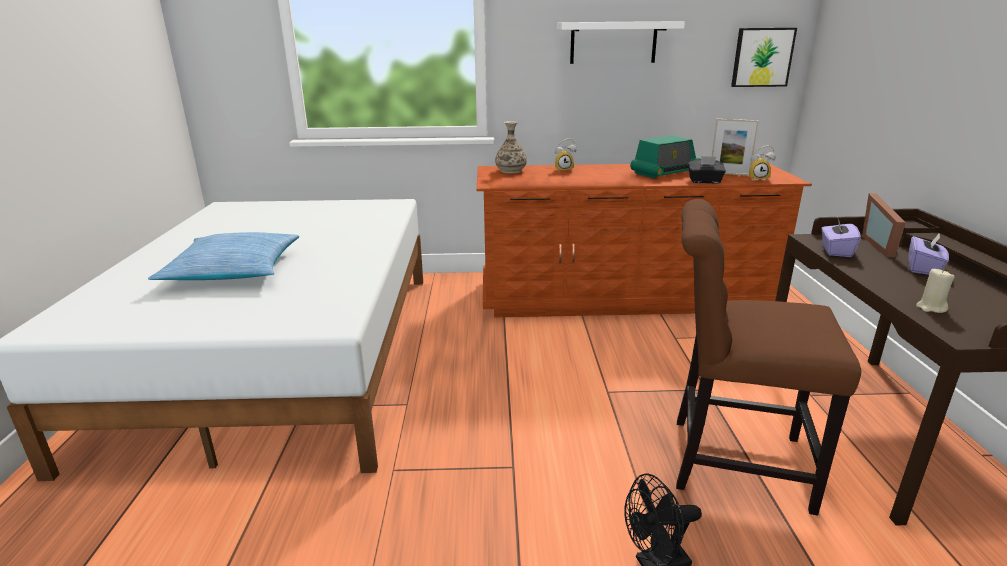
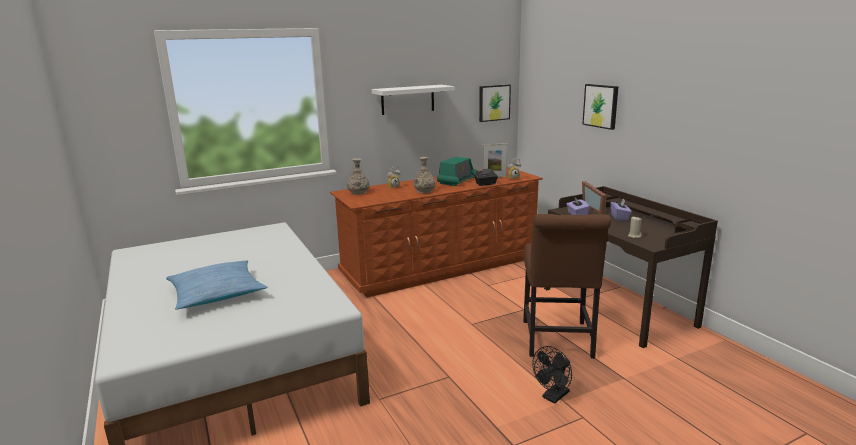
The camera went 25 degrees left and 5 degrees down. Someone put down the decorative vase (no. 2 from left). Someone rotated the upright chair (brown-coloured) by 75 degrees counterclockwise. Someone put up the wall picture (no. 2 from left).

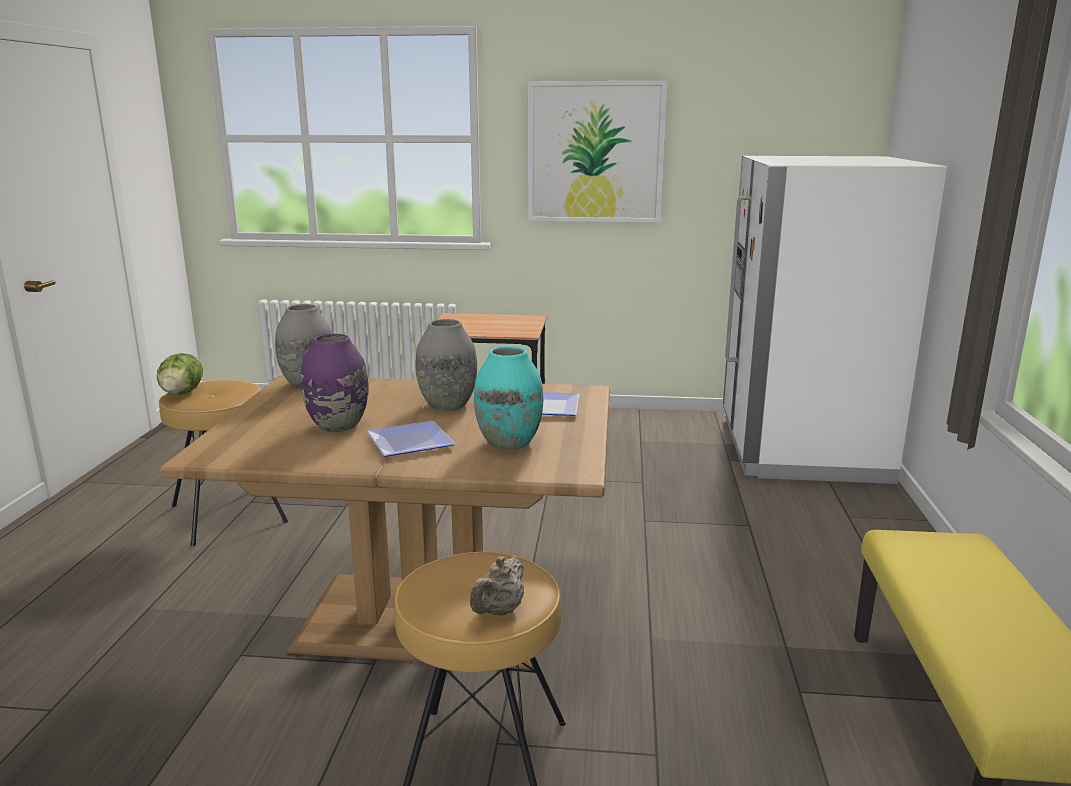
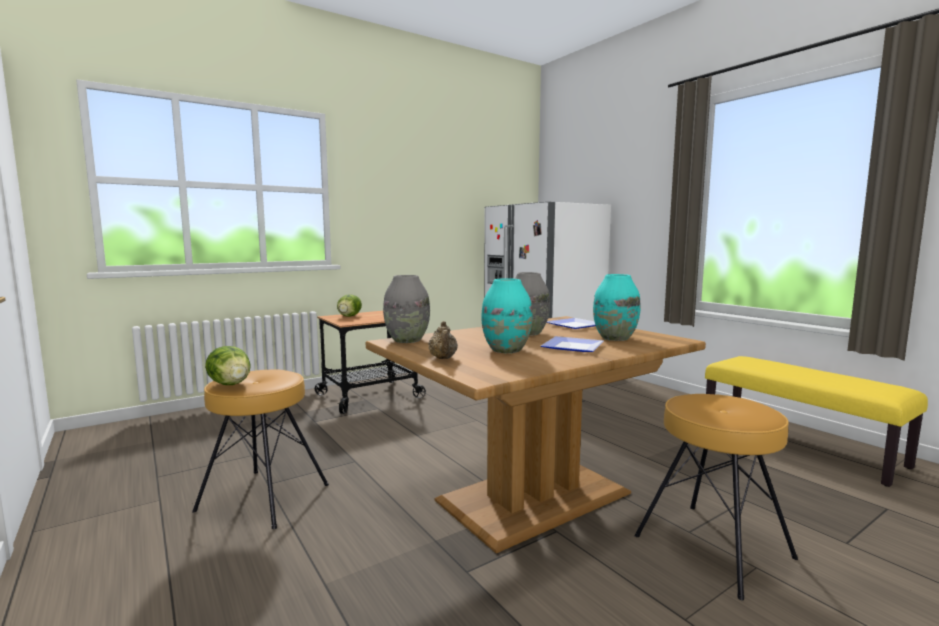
The camera went 40 degrees left and 10 degrees down. Someone put down the lettuce (no. 2 from left). Someone carried the teapot (beige). Someone repainted the decorative vase (purple-coloured), which became the decorative vase (turquoise) (no. 1 from left). Someone took away the wall picture.

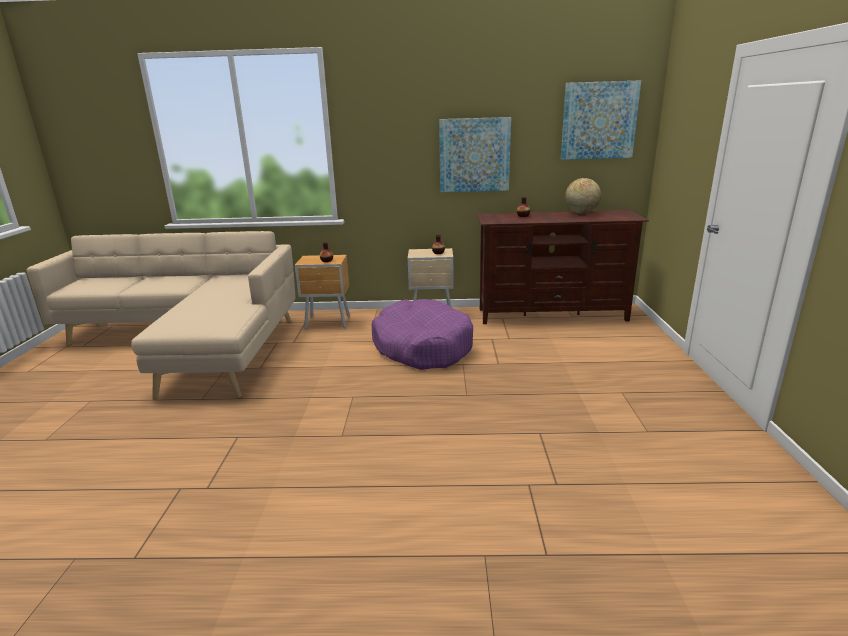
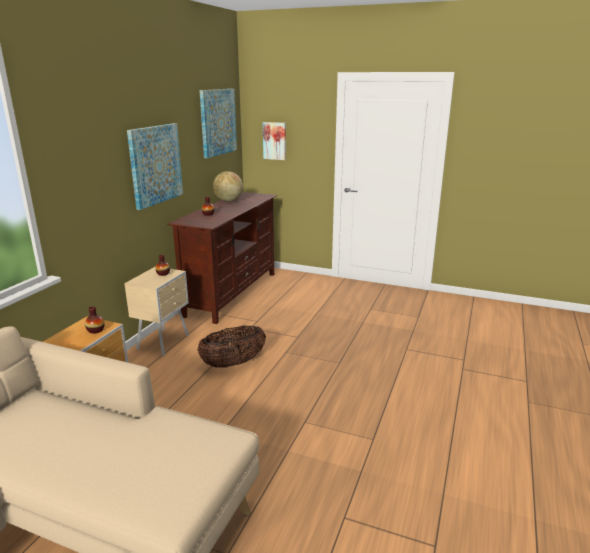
The camera went 70 degrees left and 0 degrees up. Someone swapped the pet bed (purple-coloured) for the storage basket. Someone put up the wall picture (no. 3 from left).

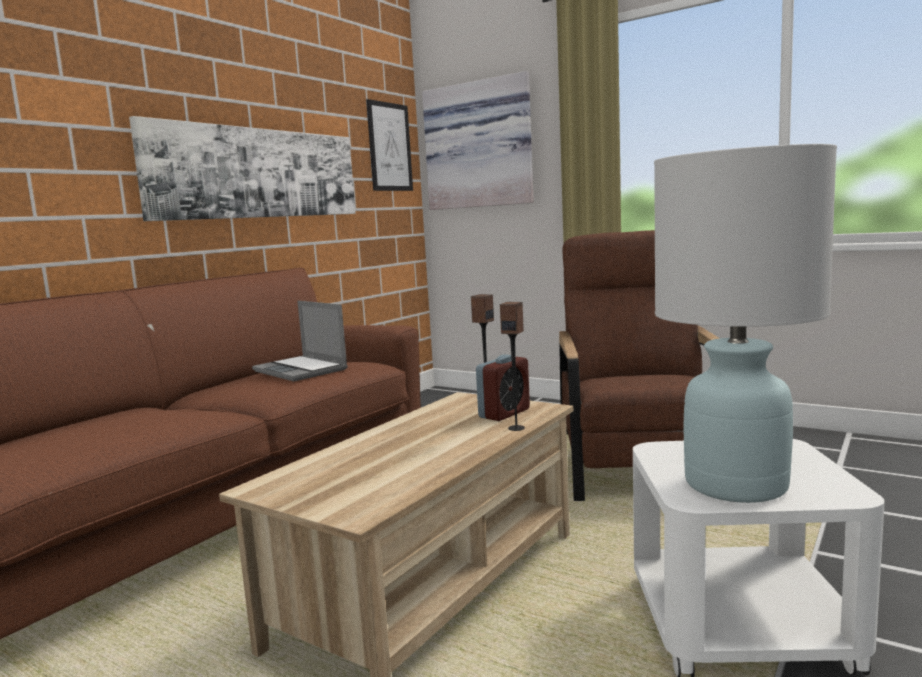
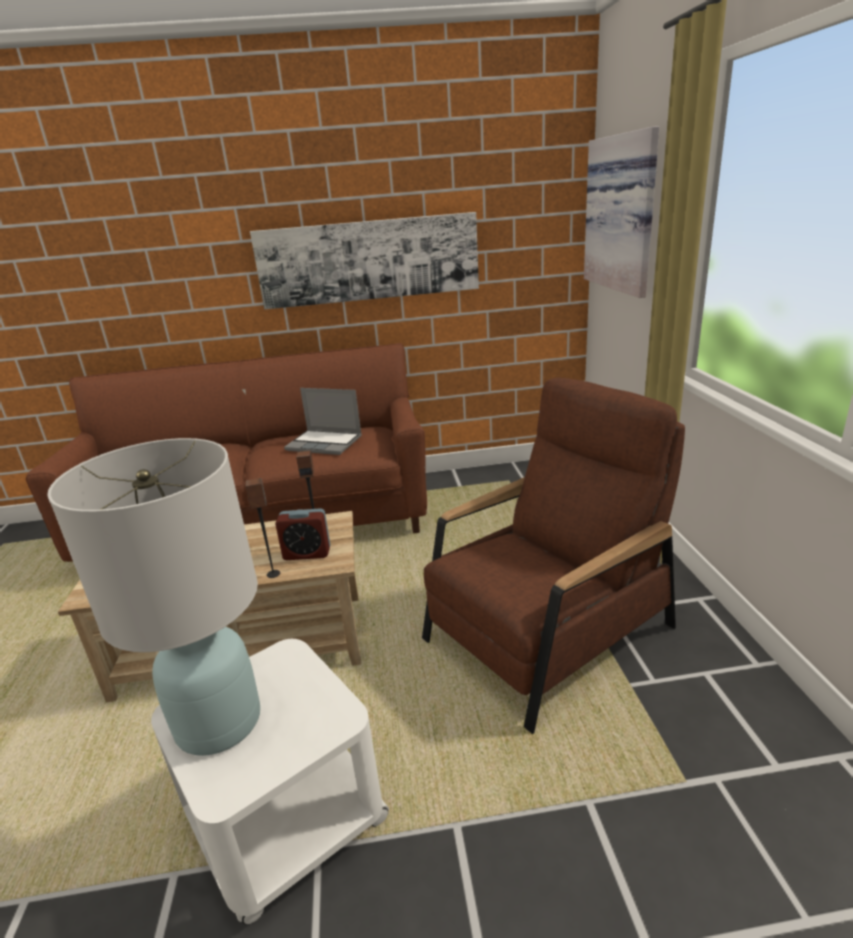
The camera went 50 degrees right and 15 degrees up. Someone rotated the notebook computer by 75 degrees counterclockwise. Someone took away the wall picture (no. 2 from left).

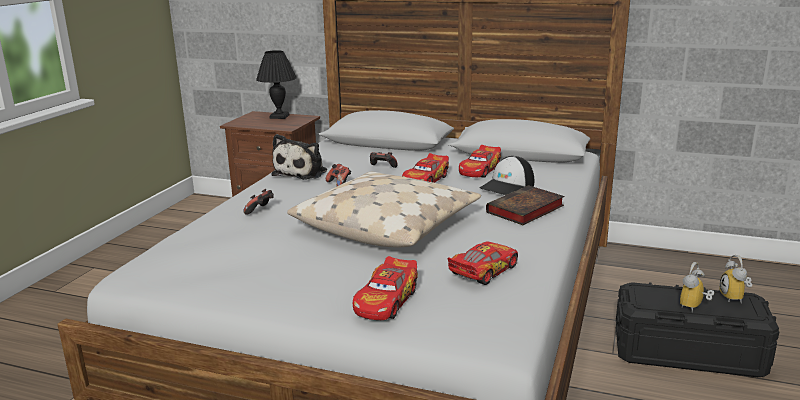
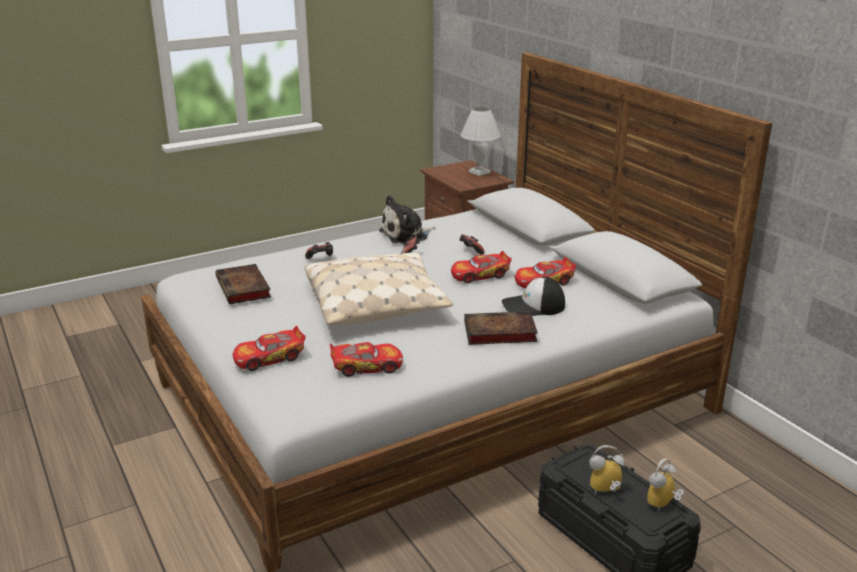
The camera went 40 degrees right and 5 degrees up. Someone put down the volume (no. 1 from left). Someone repainted the lamp for a table (black-coloured), which became the lamp for a table (white-coloured).

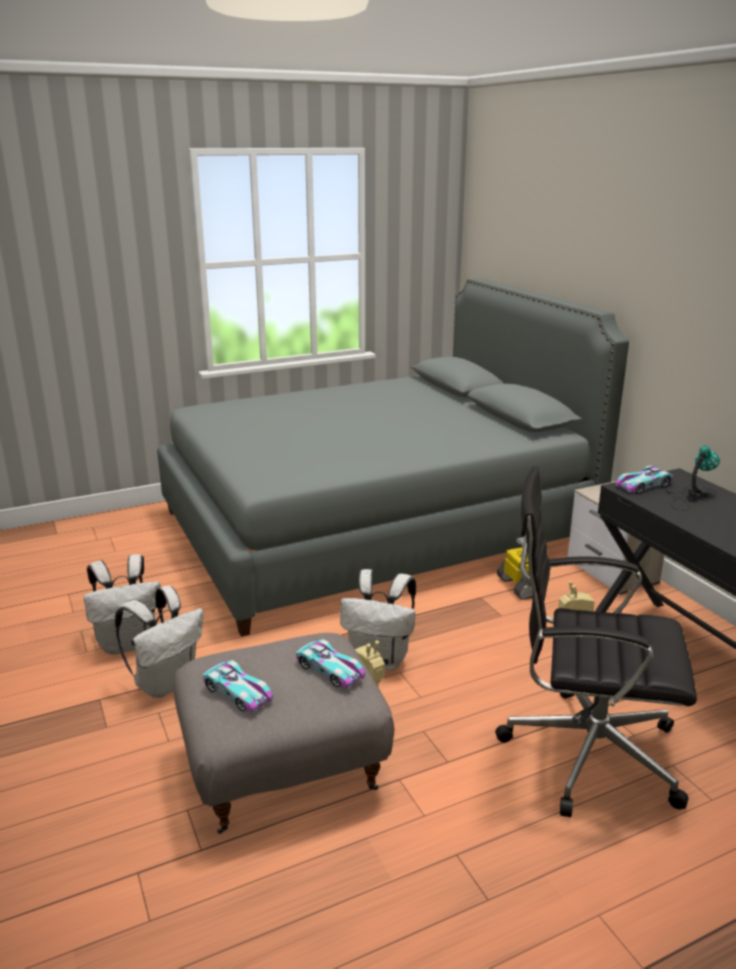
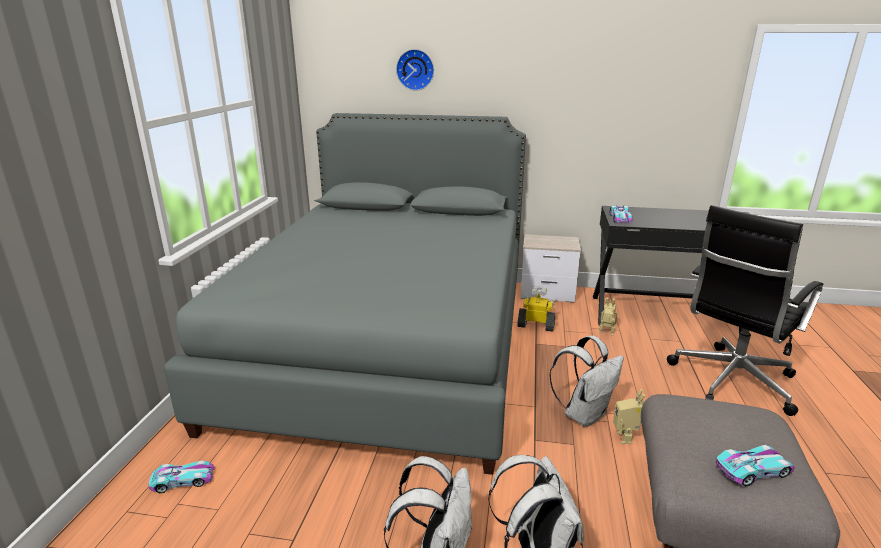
The camera went 55 degrees left and 0 degrees up. Someone carried the model car (no. 2 from left in the first image). Someone put up the wall clock. Someone took away the lamp for a table.

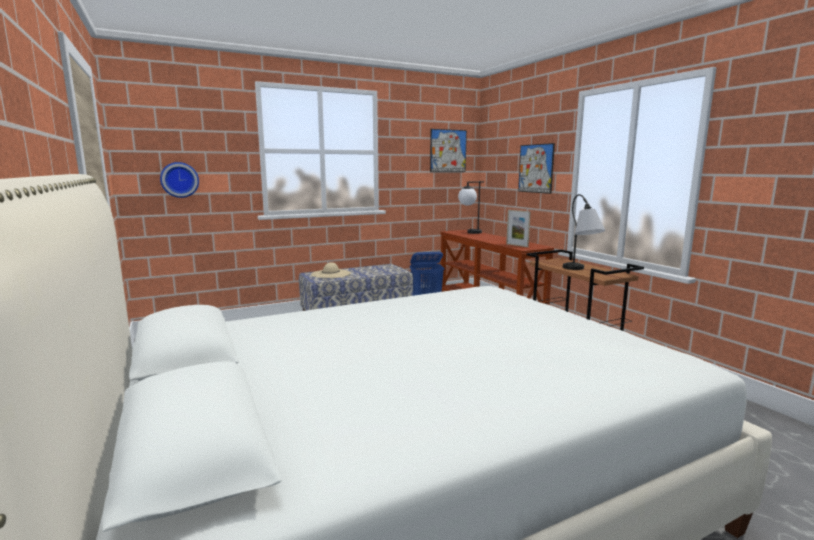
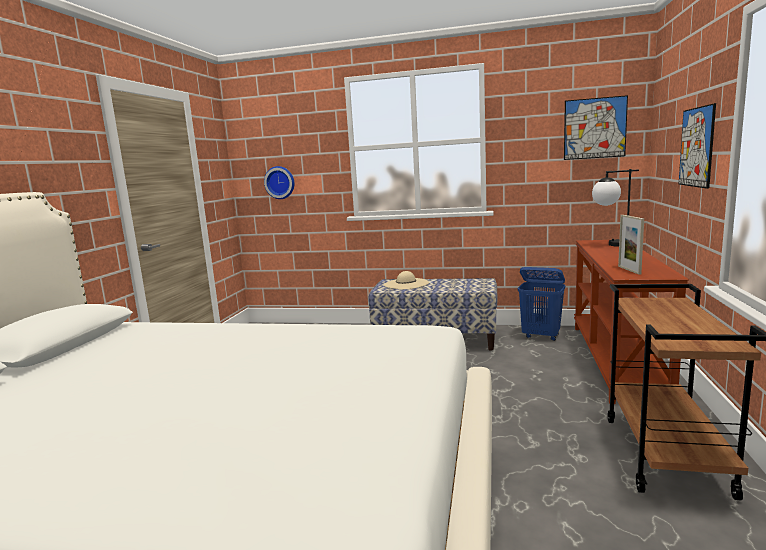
The camera went 40 degrees right and 0 degrees up. Someone took away the lamp for a table (no. 2 from left).

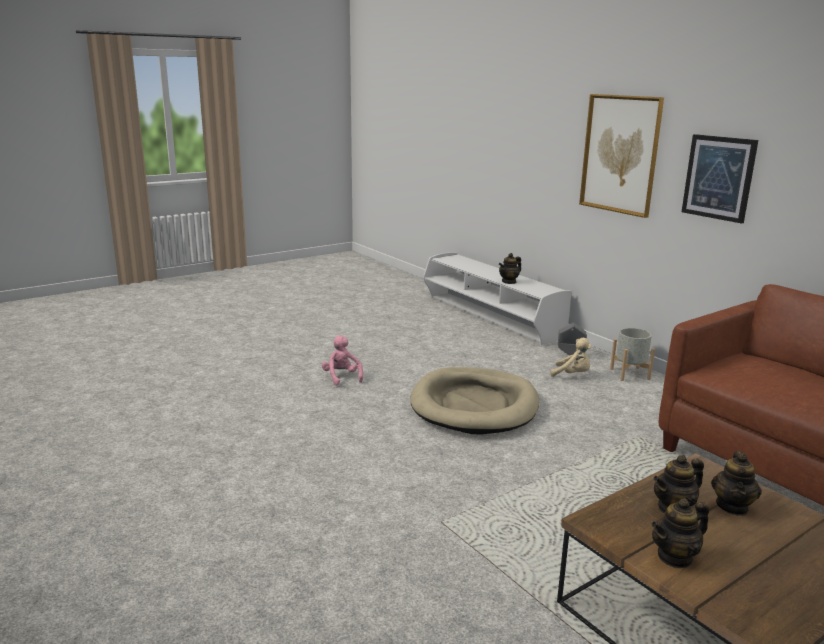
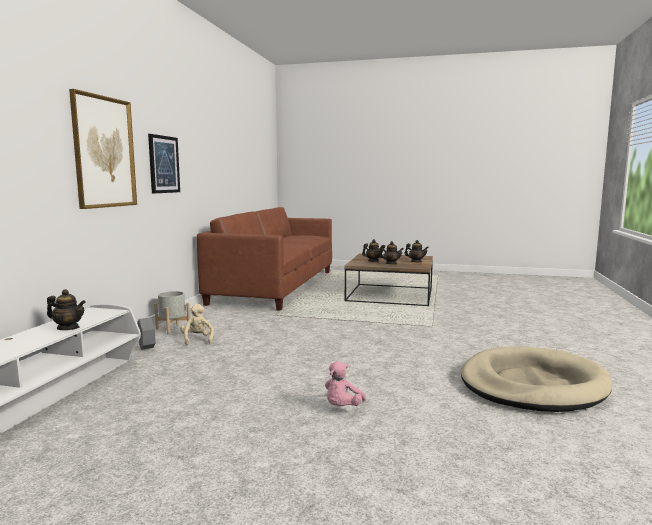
The camera went 130 degrees left and 10 degrees down. Someone carried the pet bed (beige).

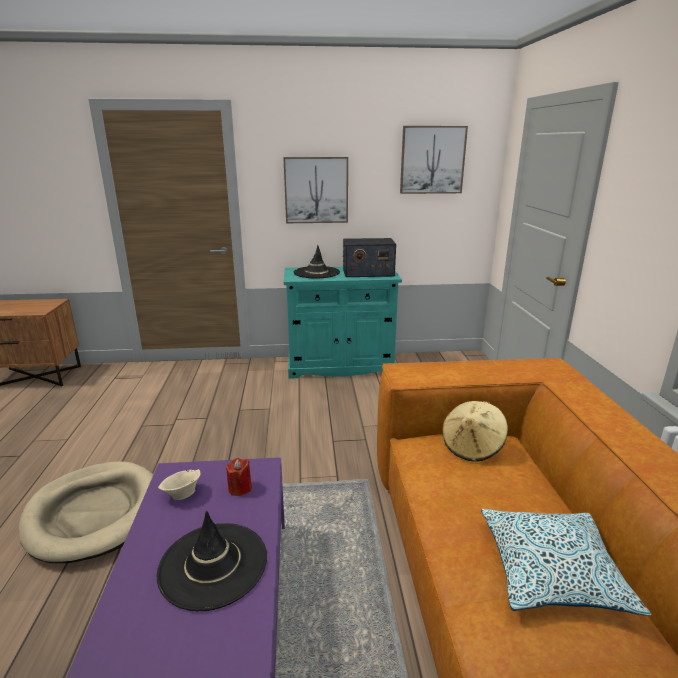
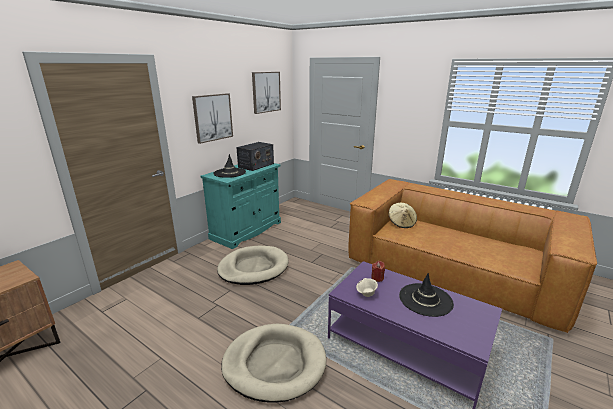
The camera went 50 degrees left and 0 degrees up. Someone put down the pet bed (beige) (no. 1 from left). Someone took away the pillow.

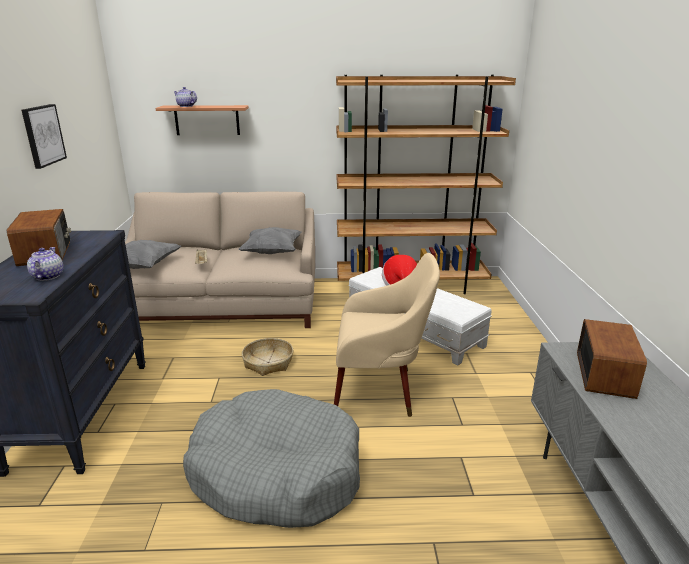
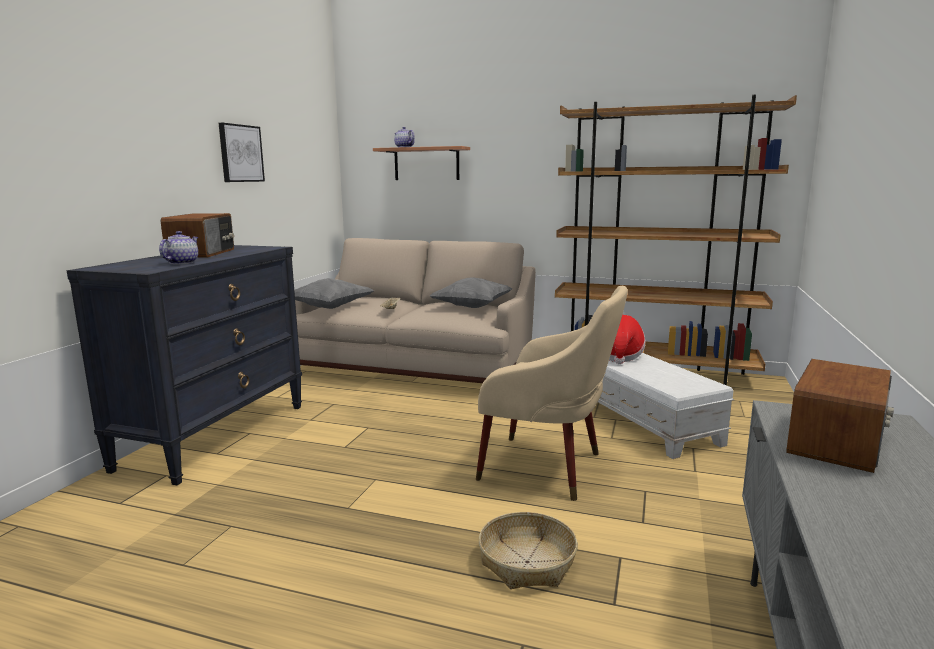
The camera went 20 degrees right and 10 degrees down. Someone carried the storage basket. Someone took away the pet bed (greyish).

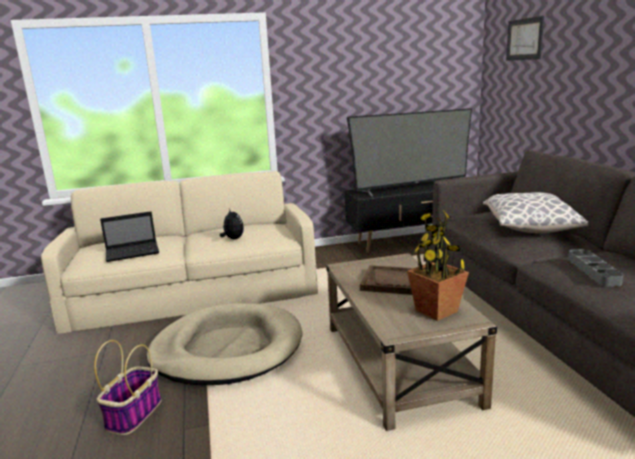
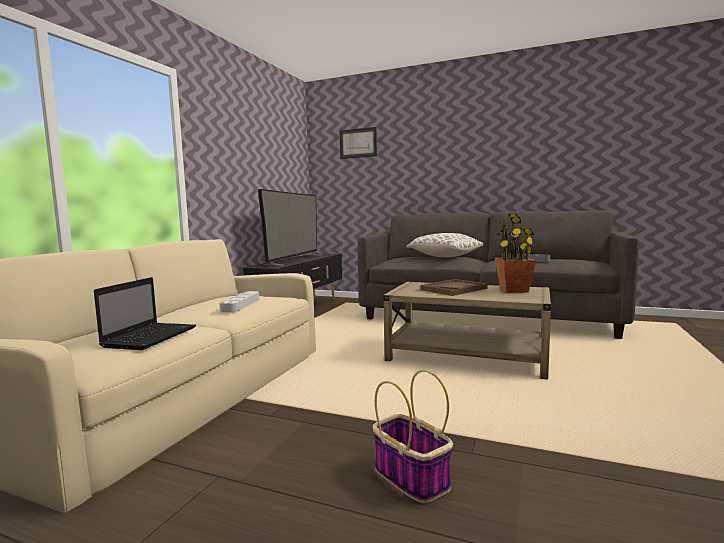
The camera went 55 degrees left and 10 degrees down. Someone swapped the soft toy for the serving tray (greyish) (no. 1 from left). Someone took away the pet bed (beige).

